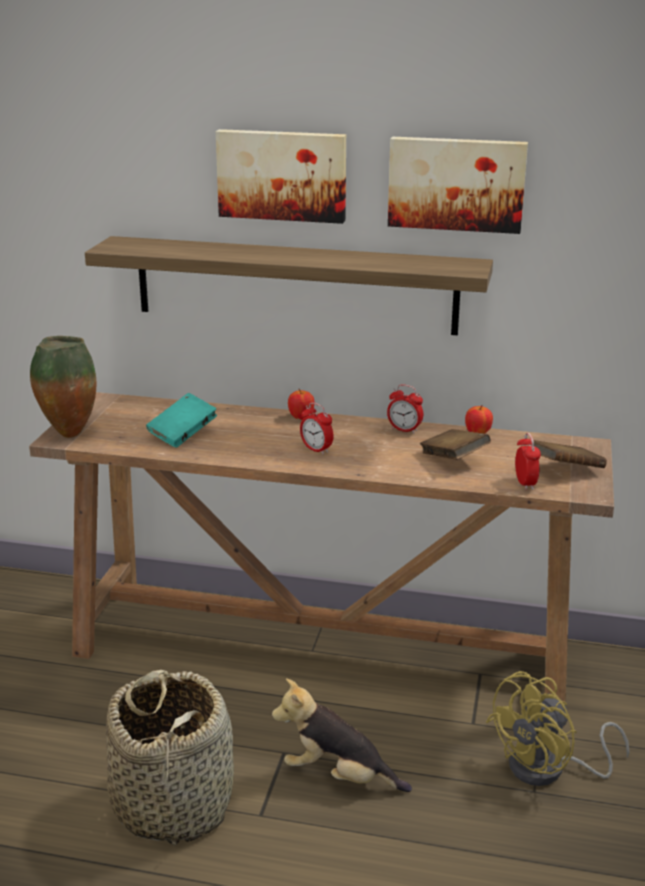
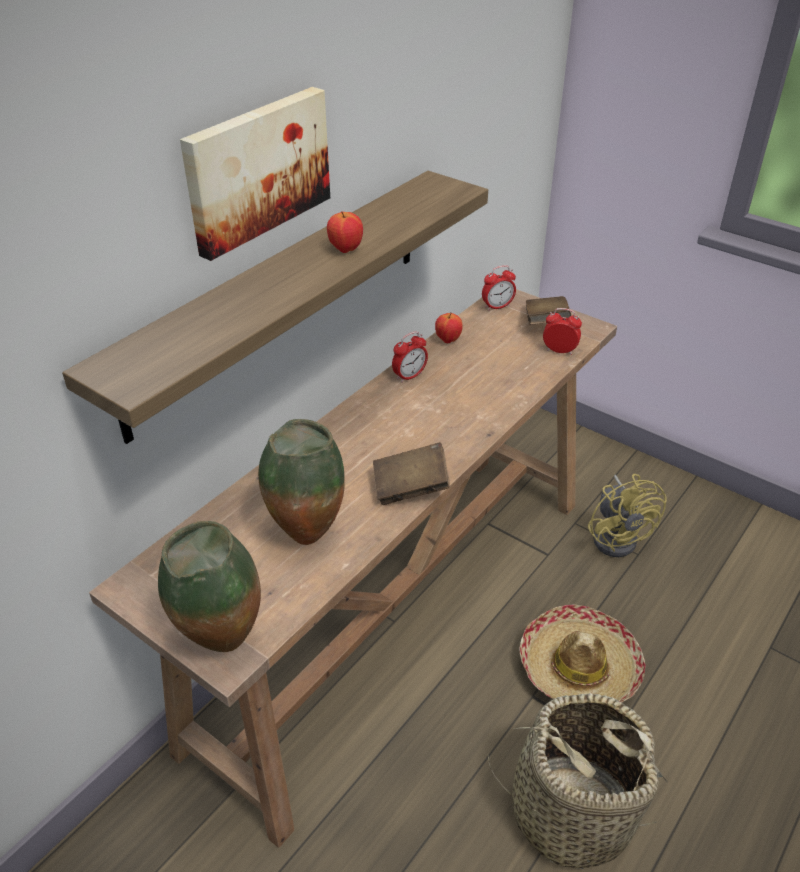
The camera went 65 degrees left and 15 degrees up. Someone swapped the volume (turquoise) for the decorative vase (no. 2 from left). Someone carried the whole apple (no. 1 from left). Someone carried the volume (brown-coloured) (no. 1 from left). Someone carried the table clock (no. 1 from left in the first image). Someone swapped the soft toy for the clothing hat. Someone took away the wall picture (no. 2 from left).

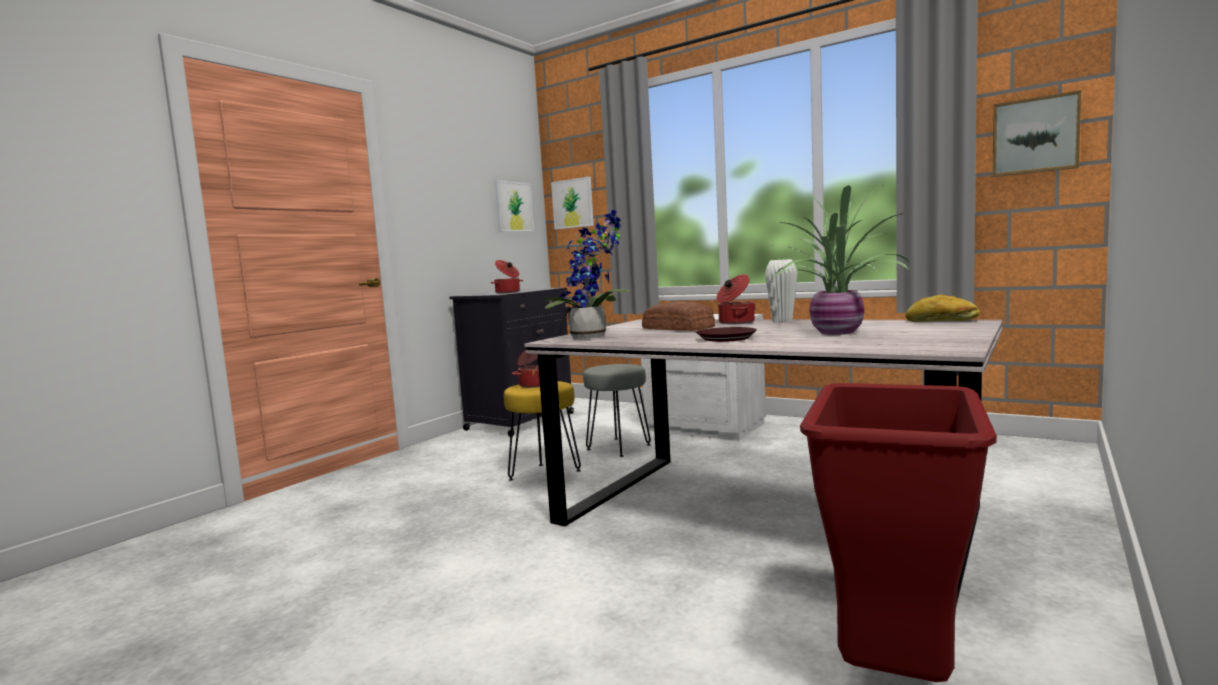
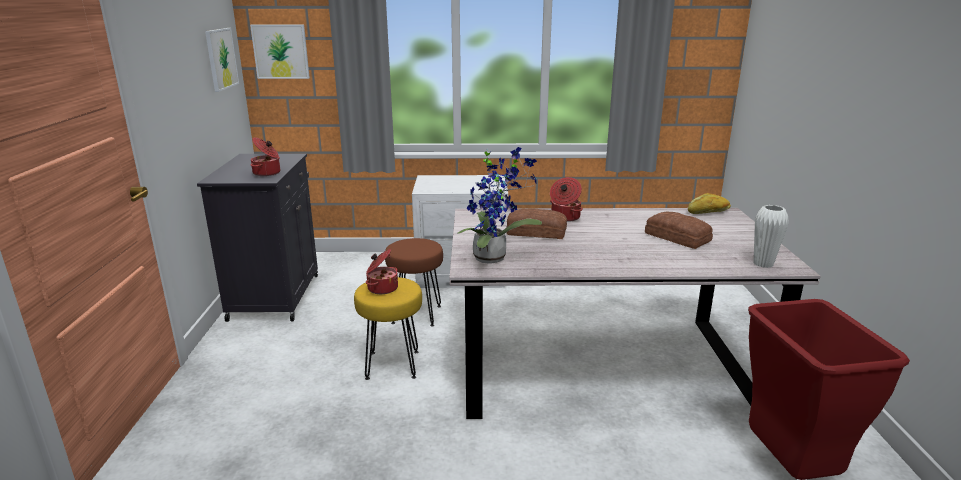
The camera went 35 degrees left and 15 degrees up. Someone repainted the stool seat (greyish), which became the stool seat (brown-coloured). Someone swapped the houseplant (no. 2 from left) for the bread (no. 2 from left). Someone carried the decorative vase (white-coloured). Someone took away the plate (brown-coloured). Someone took away the wall picture (no. 3 from left).

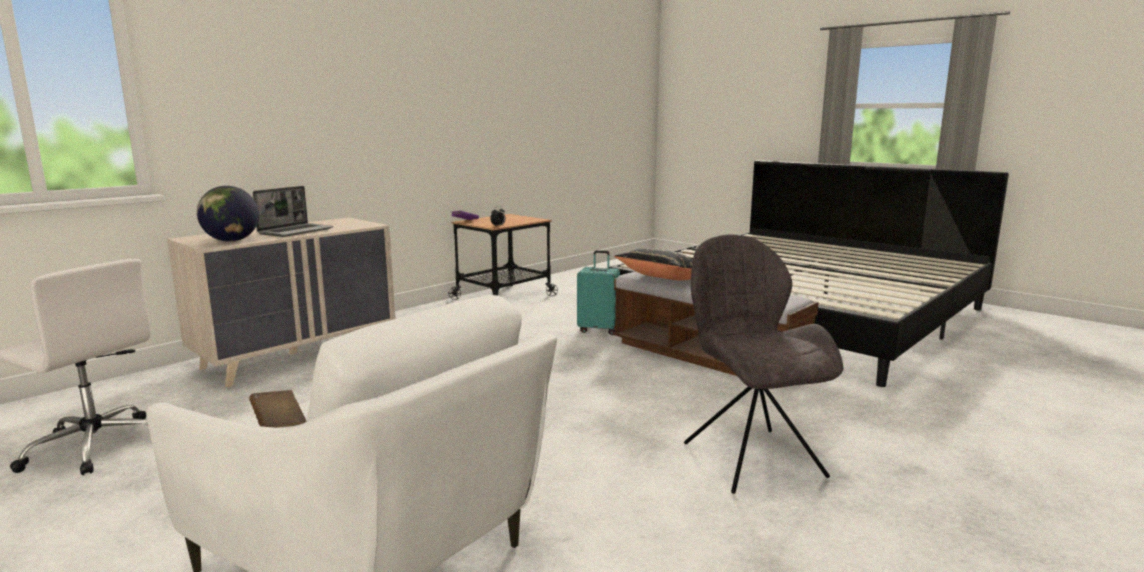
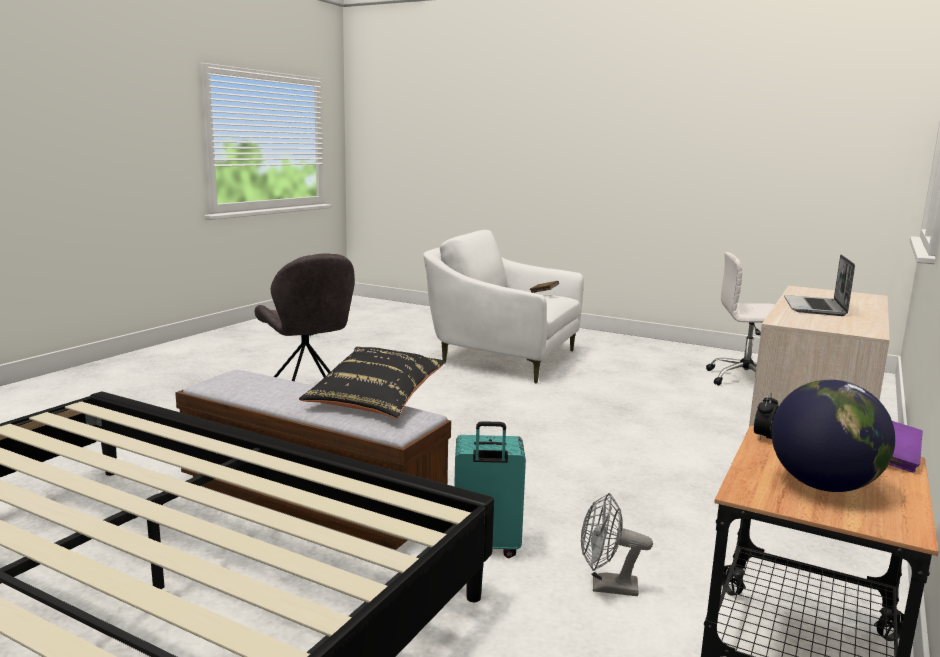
The camera went 165 degrees right and 0 degrees up. Someone put down the electric fan (greyish). Someone carried the globe.

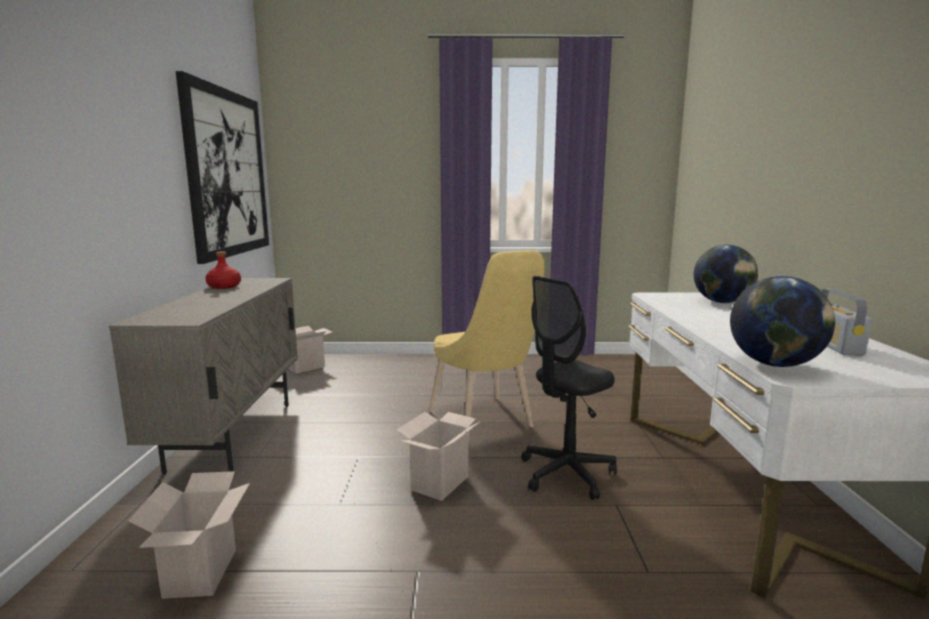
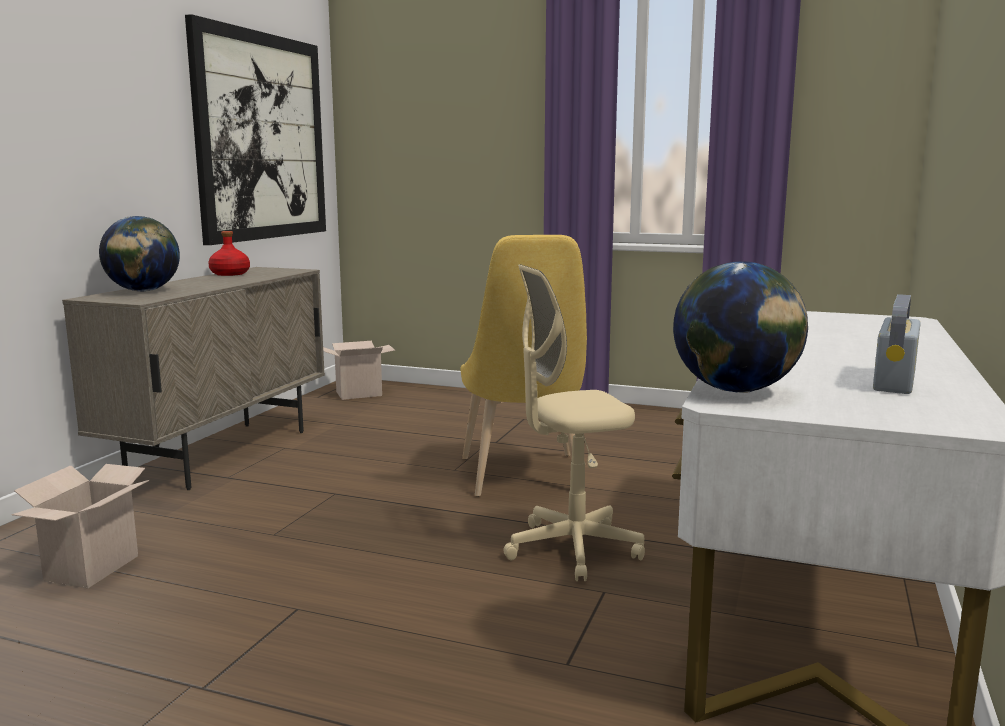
The camera went 20 degrees right and 0 degrees up. Someone carried the globe (no. 1 from left). Someone repainted the office chair (black-coloured), which became the office chair (beige). Someone took away the cardboard box (no. 3 from left).

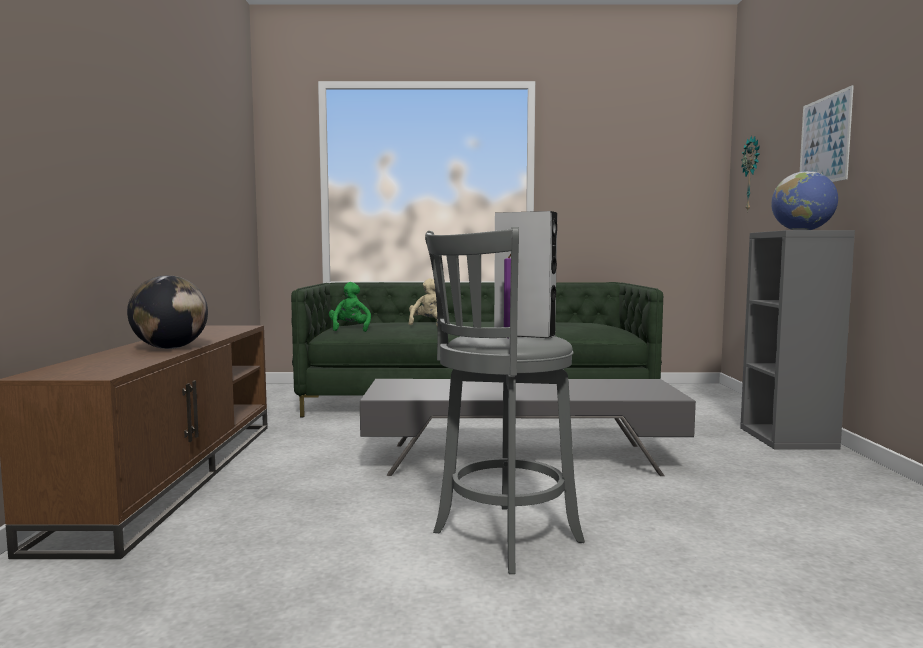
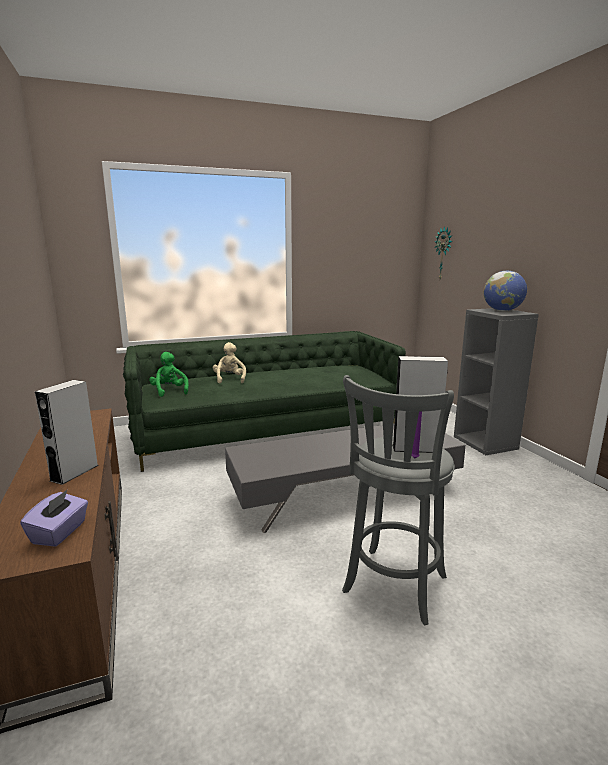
The camera went 20 degrees left and 10 degrees up. Someone put down the tissue holder (purple-coloured). Someone swapped the globe (no. 1 from left) for the audio speaker (greyish) (no. 1 from left). Someone took away the wall picture.

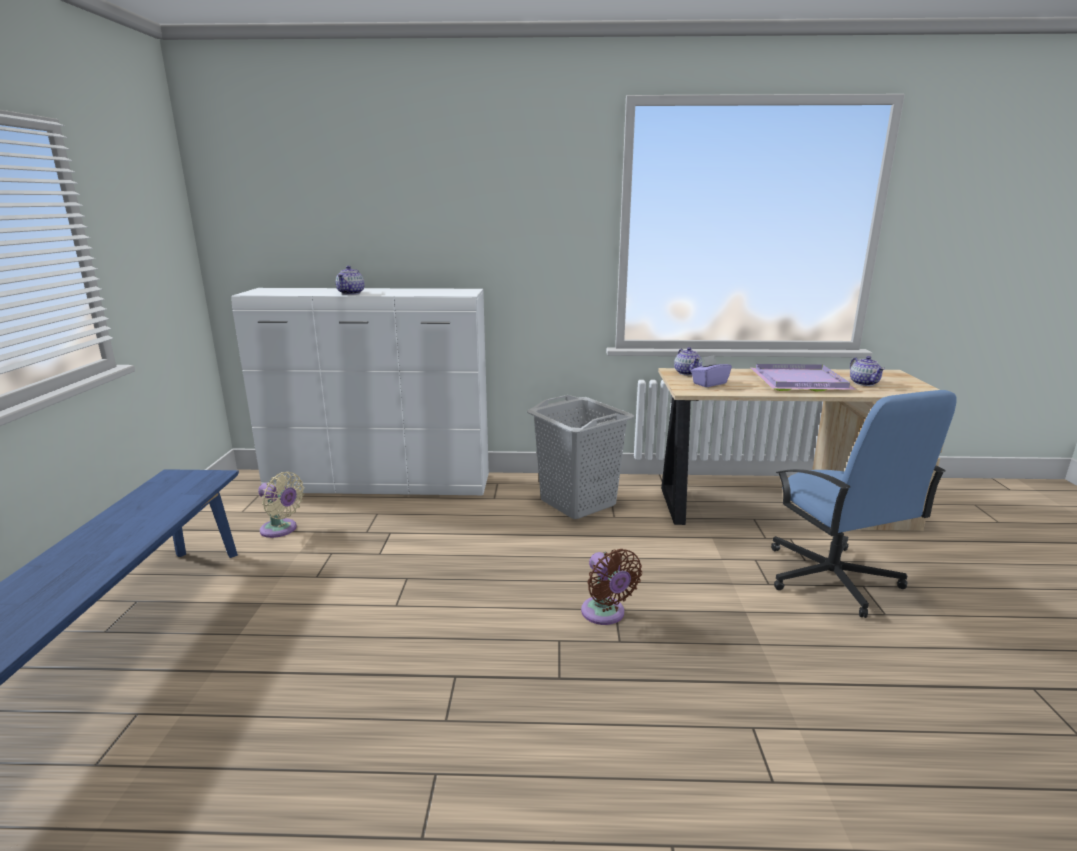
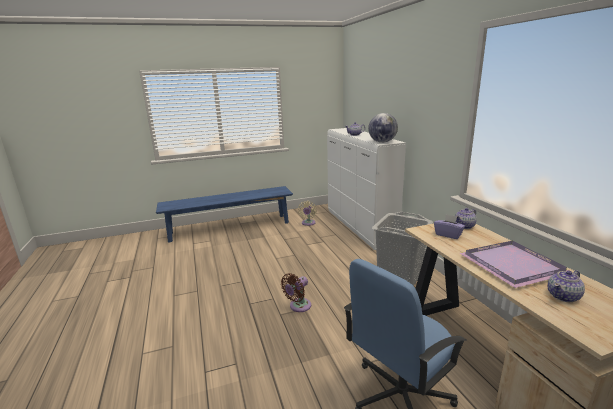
The camera went 70 degrees right and 0 degrees up. Someone put down the globe.

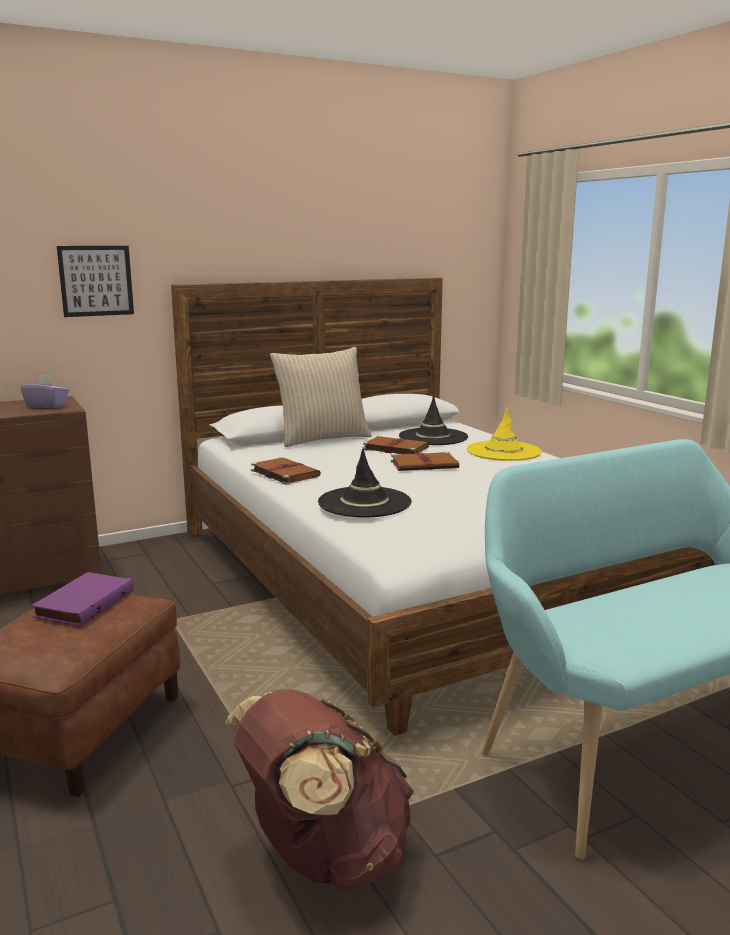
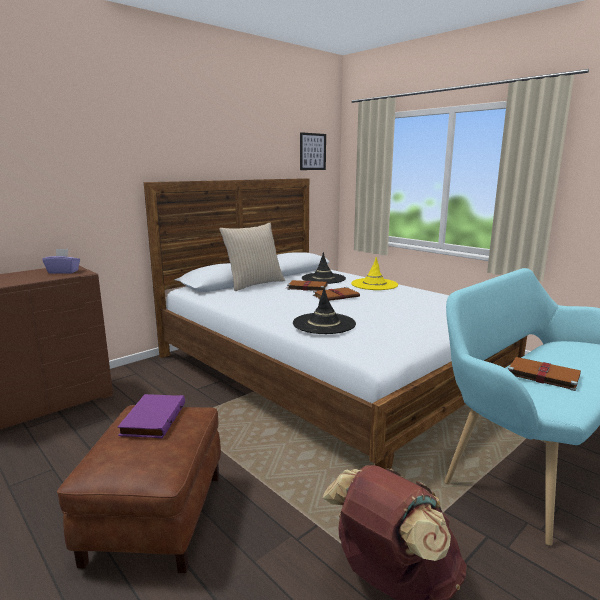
The camera went 15 degrees left and 0 degrees up. Someone carried the wall picture. Someone carried the volume (brown-coloured) (no. 1 from left in the first image).

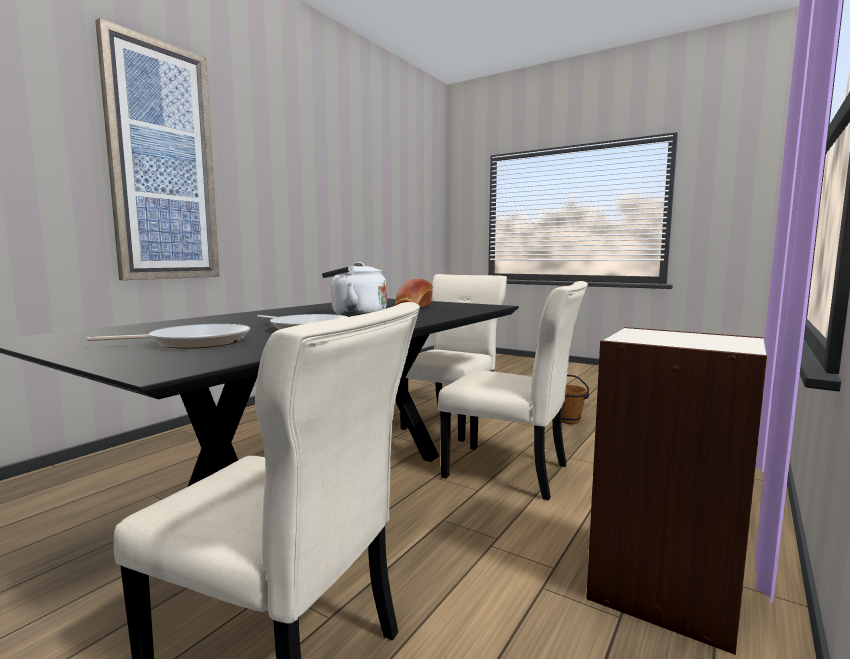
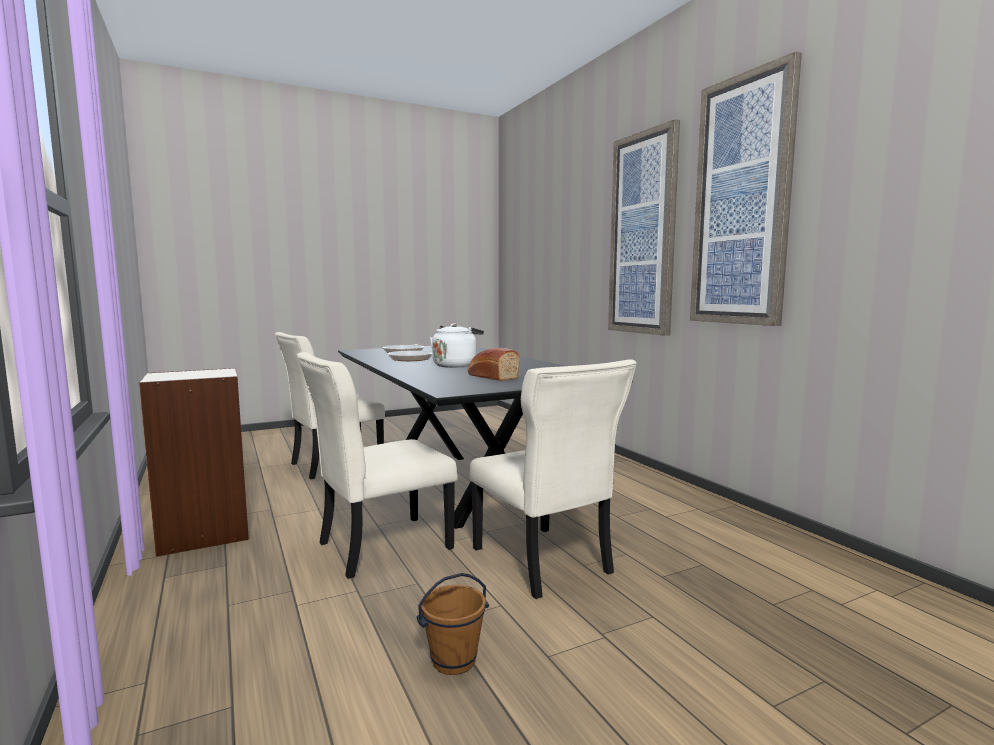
The camera went 120 degrees right and 0 degrees up. Someone put up the wall picture (no. 2 from left).

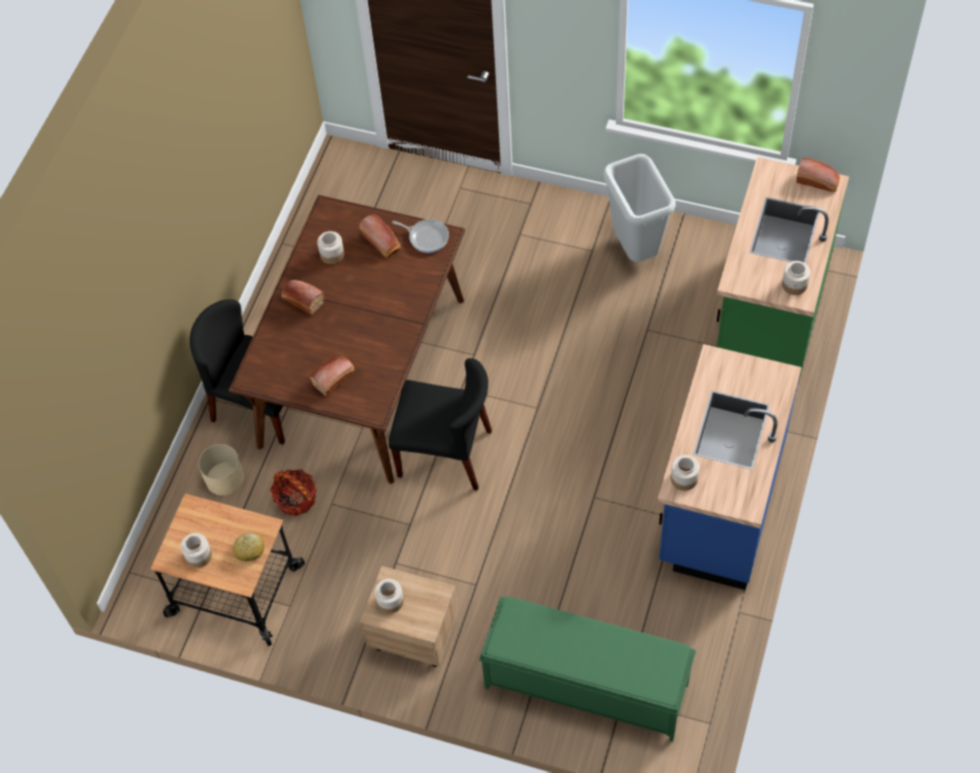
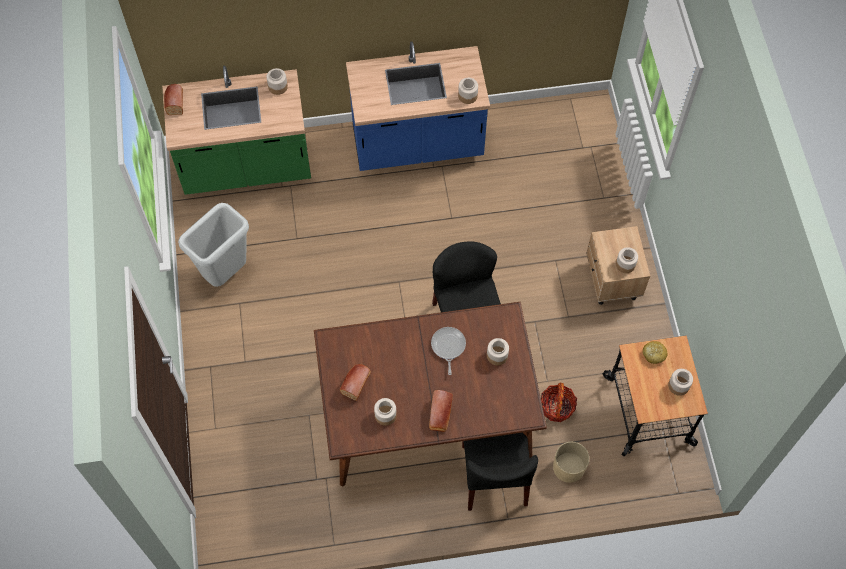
The camera went 120 degrees left and 5 degrees up. Someone carried the skillet. Someone swapped the bread (no. 3 from left) for the preserve jar (no. 4 from left). Someone took away the indoor bench (green).

